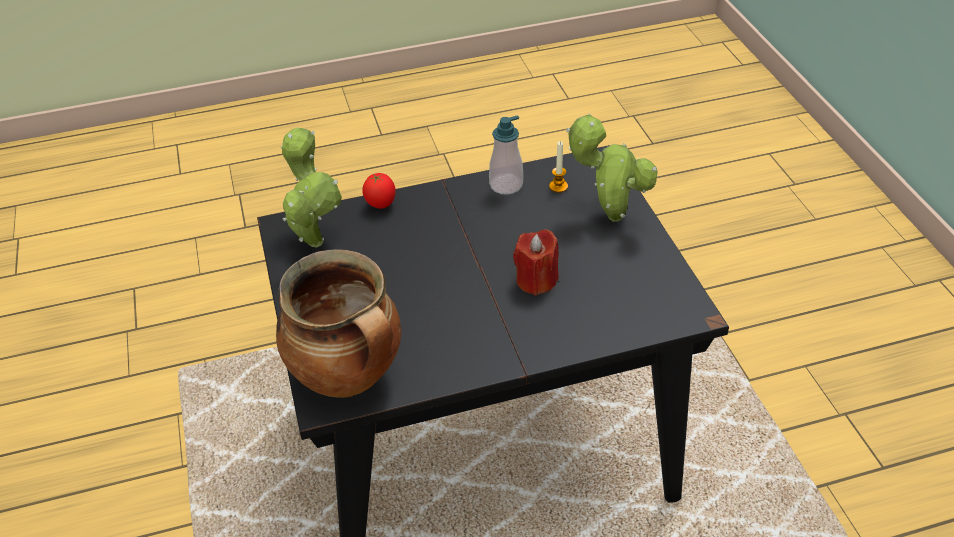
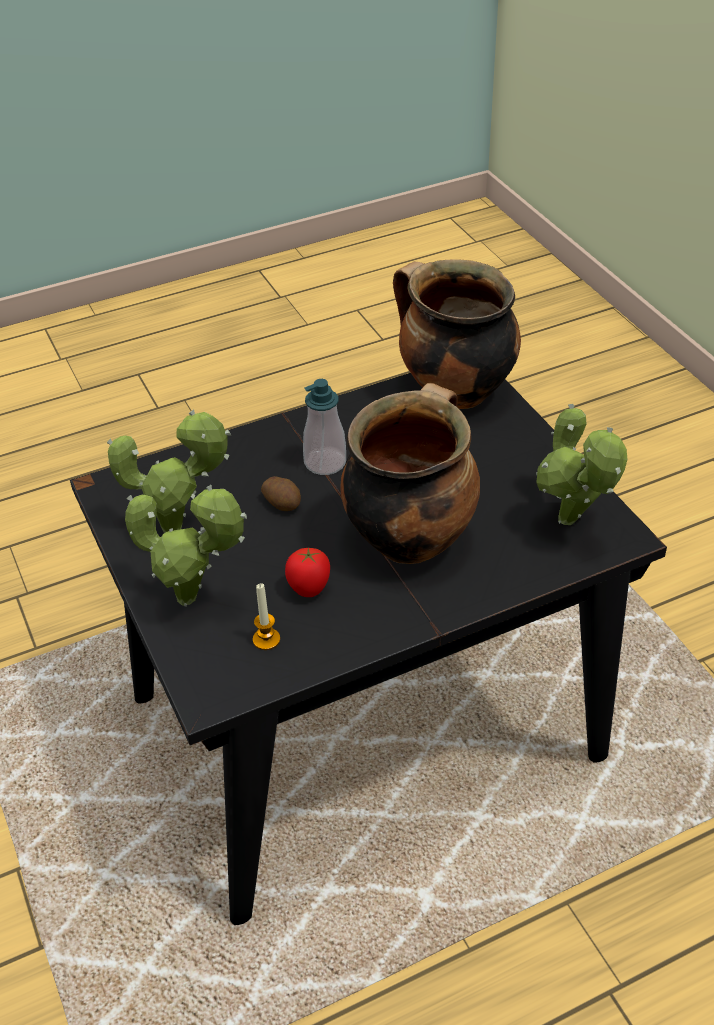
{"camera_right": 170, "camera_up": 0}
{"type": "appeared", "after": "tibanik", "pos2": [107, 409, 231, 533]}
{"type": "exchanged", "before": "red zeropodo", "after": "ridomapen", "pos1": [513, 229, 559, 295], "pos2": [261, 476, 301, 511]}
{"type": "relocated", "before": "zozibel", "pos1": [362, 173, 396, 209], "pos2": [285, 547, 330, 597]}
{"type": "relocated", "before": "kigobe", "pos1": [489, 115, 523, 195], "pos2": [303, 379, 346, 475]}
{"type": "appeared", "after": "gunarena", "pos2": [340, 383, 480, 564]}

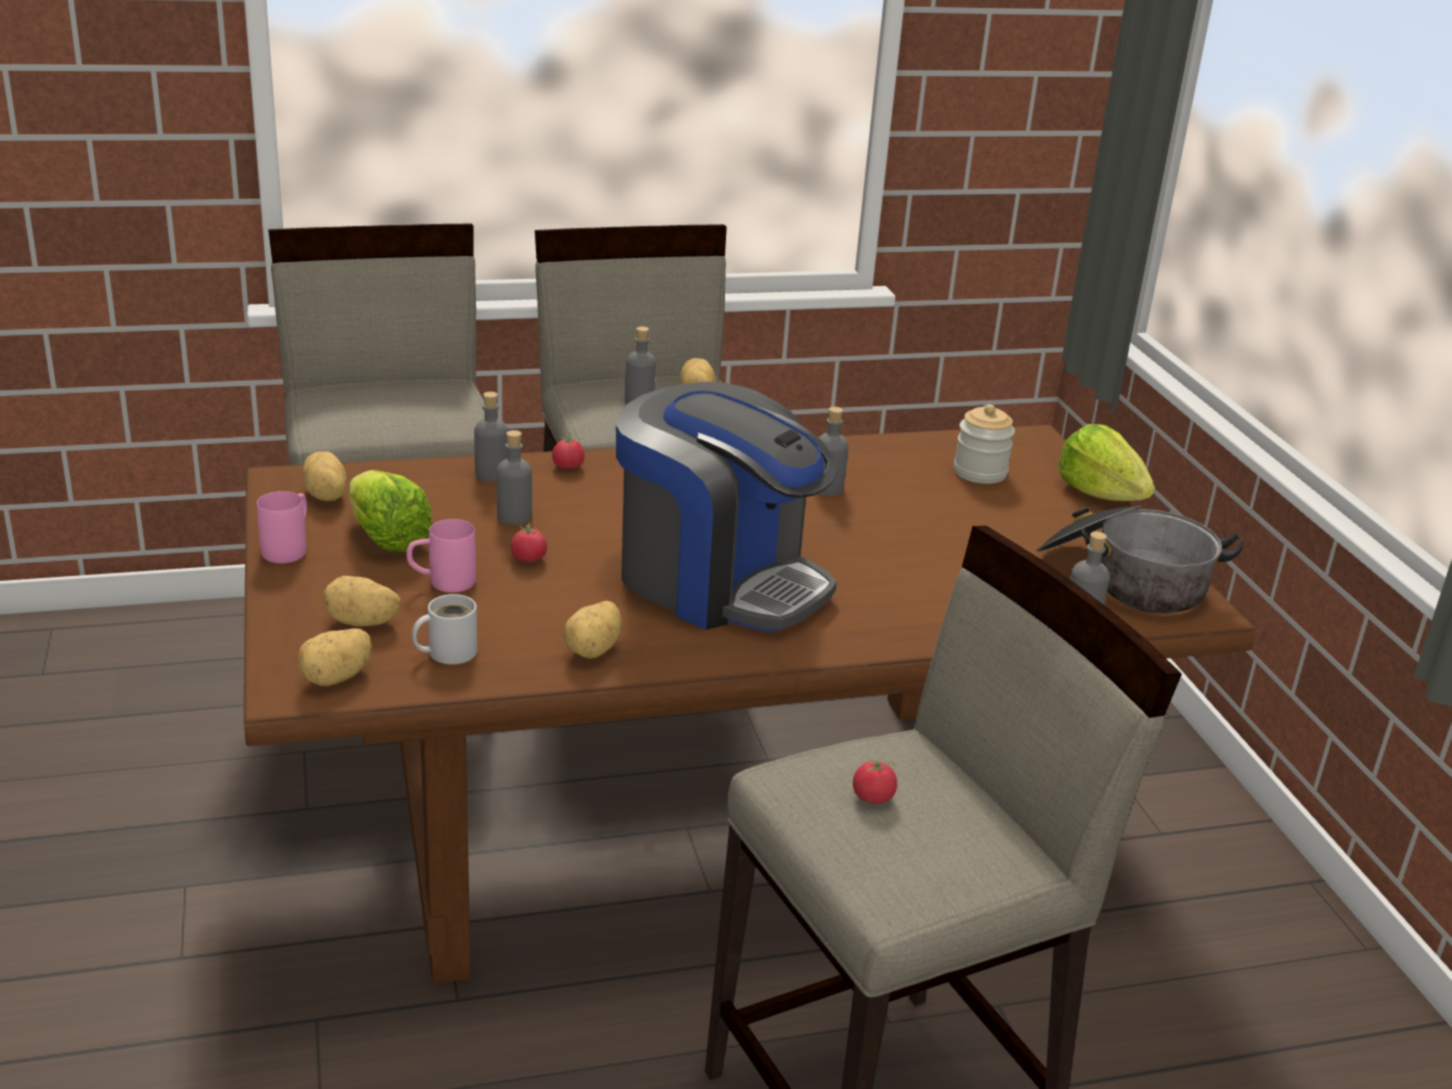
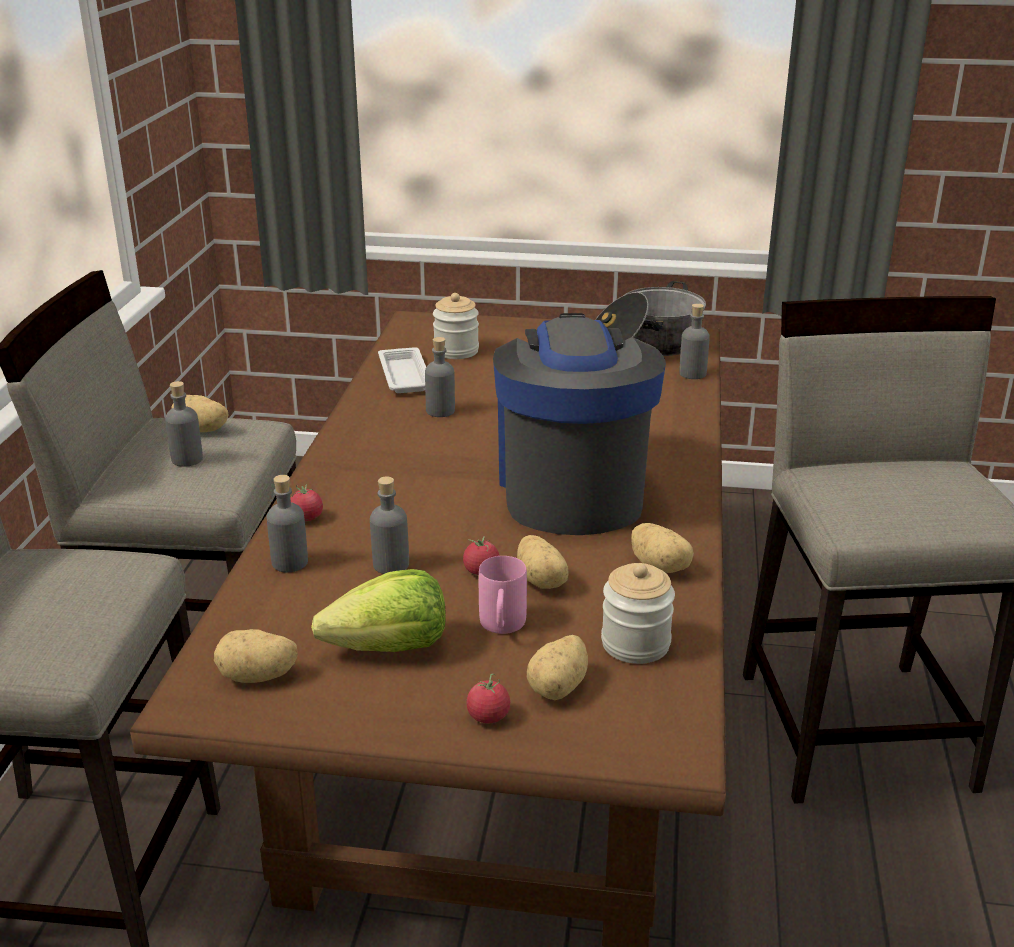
{"camera_right": -65, "camera_up": 0}
{"type": "appeared", "after": "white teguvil", "pos2": [378, 347, 426, 393]}
{"type": "relocated", "before": "zozibel", "pos1": [853, 757, 897, 804], "pos2": [466, 673, 510, 723]}
{"type": "spun", "before": "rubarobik", "pos1": [616, 382, 837, 631], "pos2": [493, 313, 666, 535], "turn": -60}
{"type": "relocated", "before": "ridomapen", "pos1": [298, 628, 372, 686], "pos2": [517, 535, 569, 589]}
{"type": "exchanged", "before": "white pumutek", "after": "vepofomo", "pos1": [412, 594, 477, 664], "pos2": [601, 563, 675, 664]}
{"type": "missing", "before": "pink pumutek", "pos1": [257, 491, 307, 563]}
{"type": "missing", "before": "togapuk", "pos1": [1059, 424, 1155, 501]}

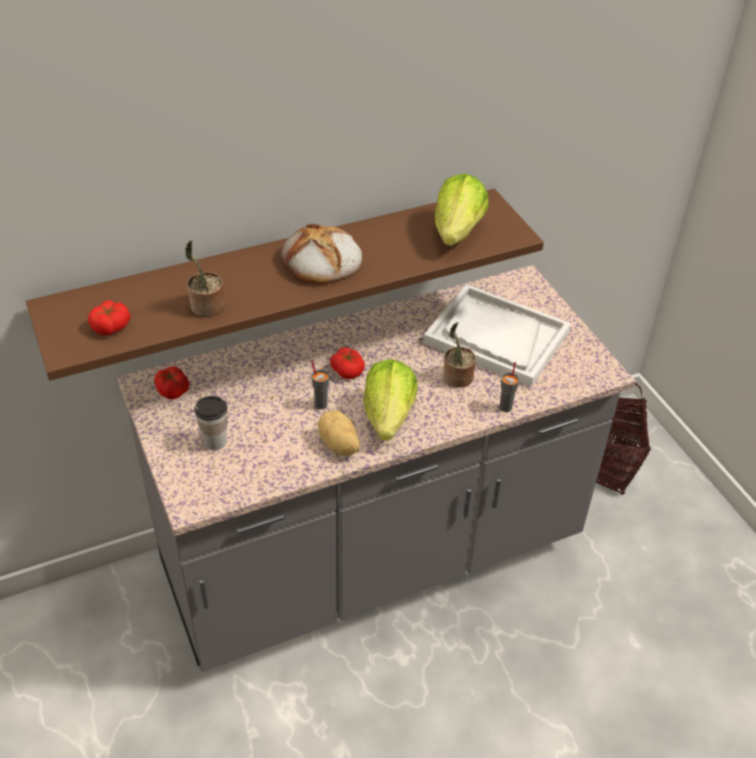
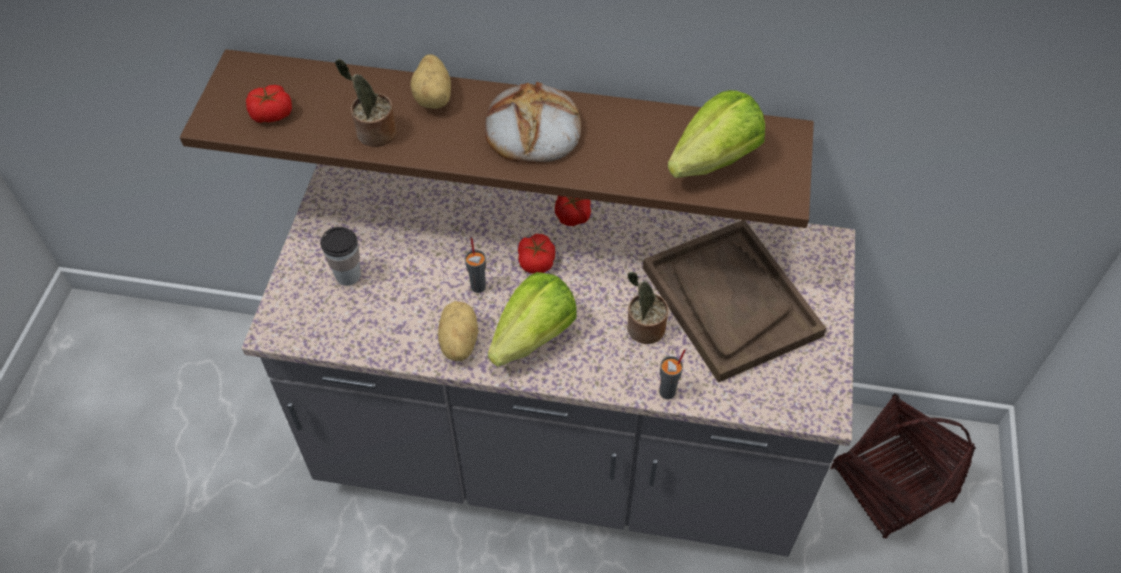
{"camera_right": 35, "camera_up": 10}
{"type": "appeared", "after": "ridomapen", "pos2": [411, 54, 451, 109]}
{"type": "relocated", "before": "zozibel", "pos1": [154, 366, 189, 399], "pos2": [555, 196, 591, 226]}
{"type": "colour", "before": "white teguvil", "after": "brown teguvil", "pos1": [423, 284, 571, 387], "pos2": [643, 220, 826, 383]}

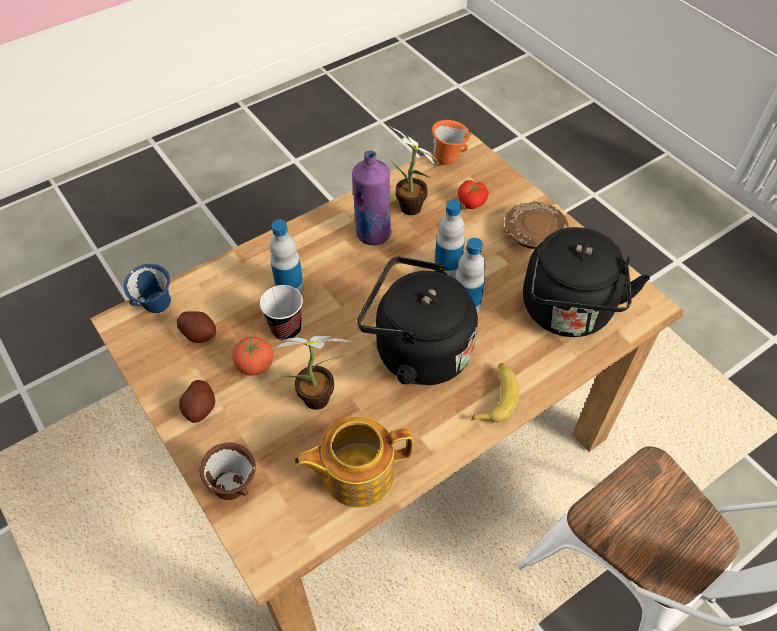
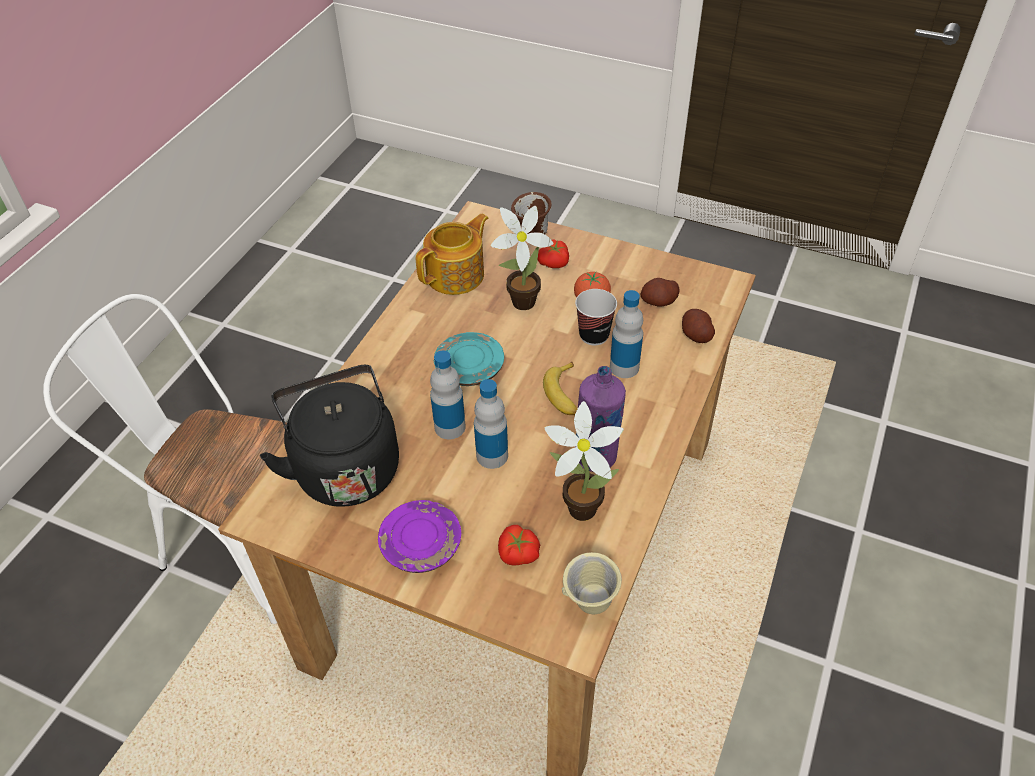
{"camera_right": 150, "camera_up": -5}
{"type": "colour", "before": "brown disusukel", "after": "purple disusukel", "pos1": [505, 202, 569, 249], "pos2": [378, 500, 461, 573]}
{"type": "exchanged", "before": "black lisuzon", "after": "turquoise disusukel", "pos1": [357, 256, 478, 385], "pos2": [434, 332, 504, 386]}
{"type": "appeared", "after": "zozibel", "pos2": [537, 239, 569, 268]}
{"type": "relocated", "before": "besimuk", "pos1": [471, 363, 519, 423], "pos2": [543, 362, 578, 415]}
{"type": "colour", "before": "orange pumutek", "after": "beige pumutek", "pos1": [432, 120, 470, 165], "pos2": [562, 552, 622, 614]}
{"type": "relocated", "before": "ridomapen", "pos1": [179, 380, 215, 423], "pos2": [682, 309, 715, 343]}
{"type": "missing", "before": "blue pumutek", "pos1": [124, 264, 171, 313]}

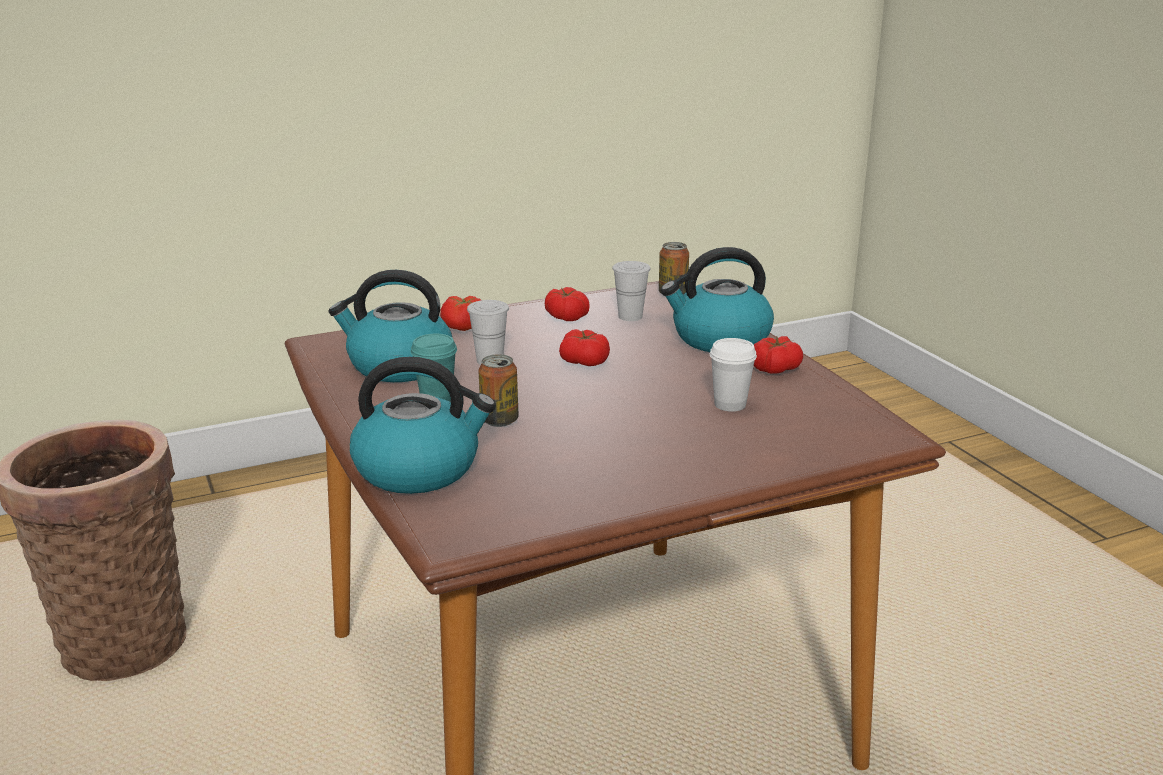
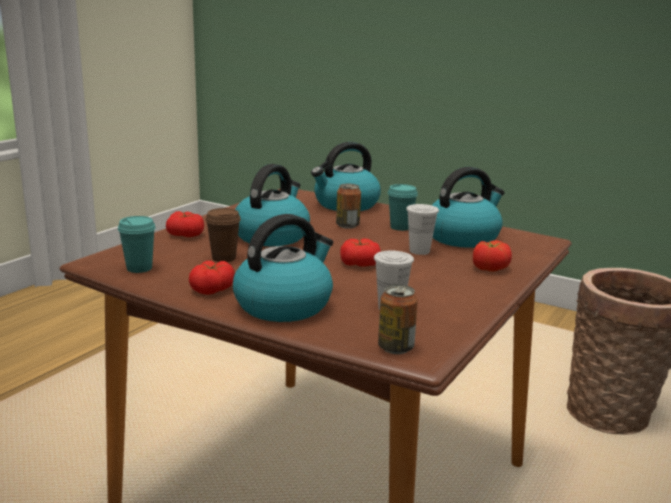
{"camera_right": 145, "camera_up": -5}
{"type": "appeared", "after": "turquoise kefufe", "pos2": [118, 216, 156, 273]}
{"type": "relocated", "before": "zozibel", "pos1": [545, 287, 590, 321], "pos2": [166, 211, 204, 237]}
{"type": "colour", "before": "white kefufe", "after": "brown kefufe", "pos1": [710, 338, 757, 412], "pos2": [205, 208, 241, 262]}
{"type": "appeared", "after": "lisuzon", "pos2": [235, 164, 310, 246]}

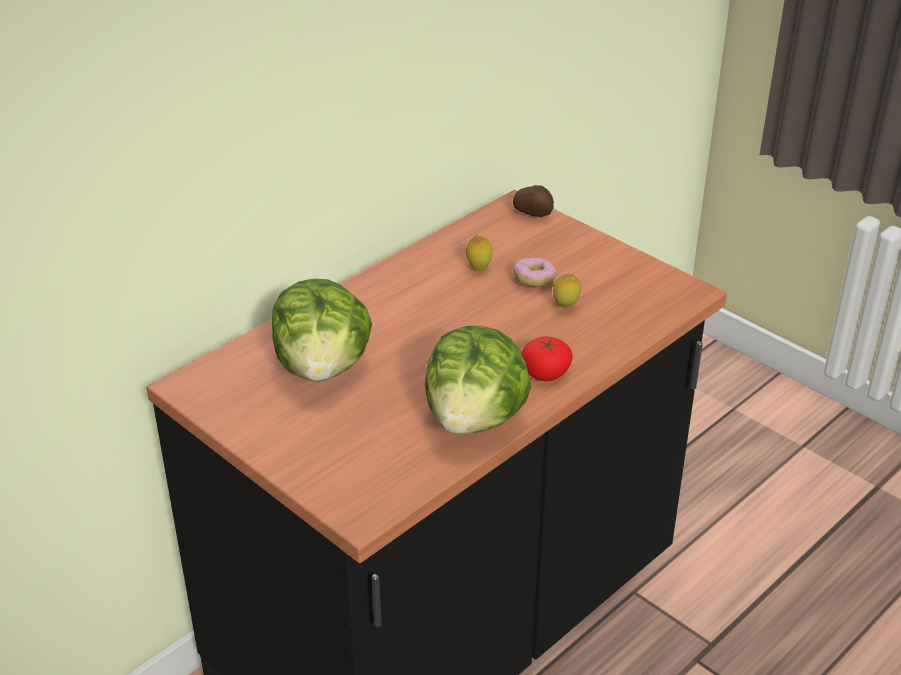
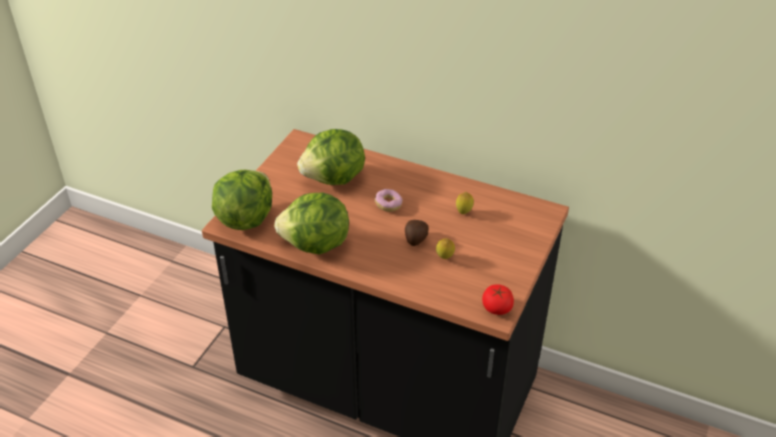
{"camera_right": 70, "camera_up": 5}
{"type": "appeared", "after": "togapuk", "pos2": [212, 170, 272, 230]}
{"type": "relocated", "before": "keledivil", "pos1": [513, 258, 557, 287], "pos2": [375, 189, 403, 212]}
{"type": "relocated", "before": "ridomapen", "pos1": [513, 185, 554, 217], "pos2": [405, 220, 429, 246]}
{"type": "relocated", "before": "zozibel", "pos1": [521, 336, 573, 381], "pos2": [482, 284, 514, 315]}

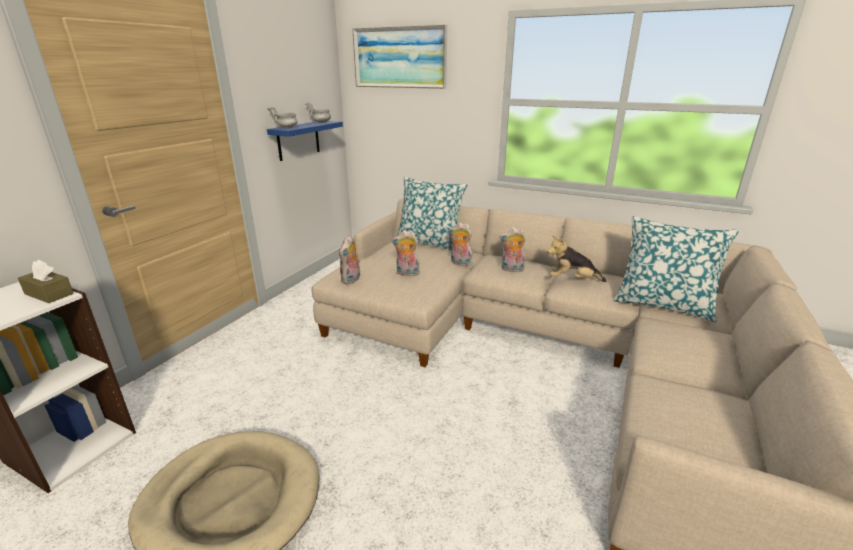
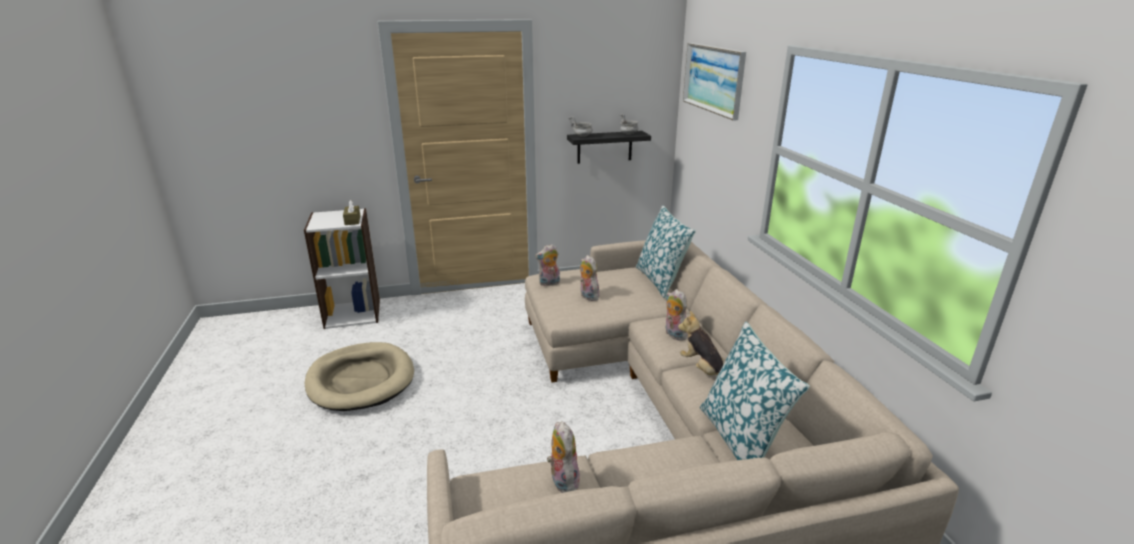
{"camera_right": 50, "camera_up": 0}
{"type": "relocated", "before": "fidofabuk", "pos1": [448, 223, 472, 266], "pos2": [547, 422, 580, 493]}
{"type": "colour", "before": "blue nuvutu", "after": "black nuvutu", "pos1": [267, 121, 343, 161], "pos2": [567, 131, 651, 164]}

